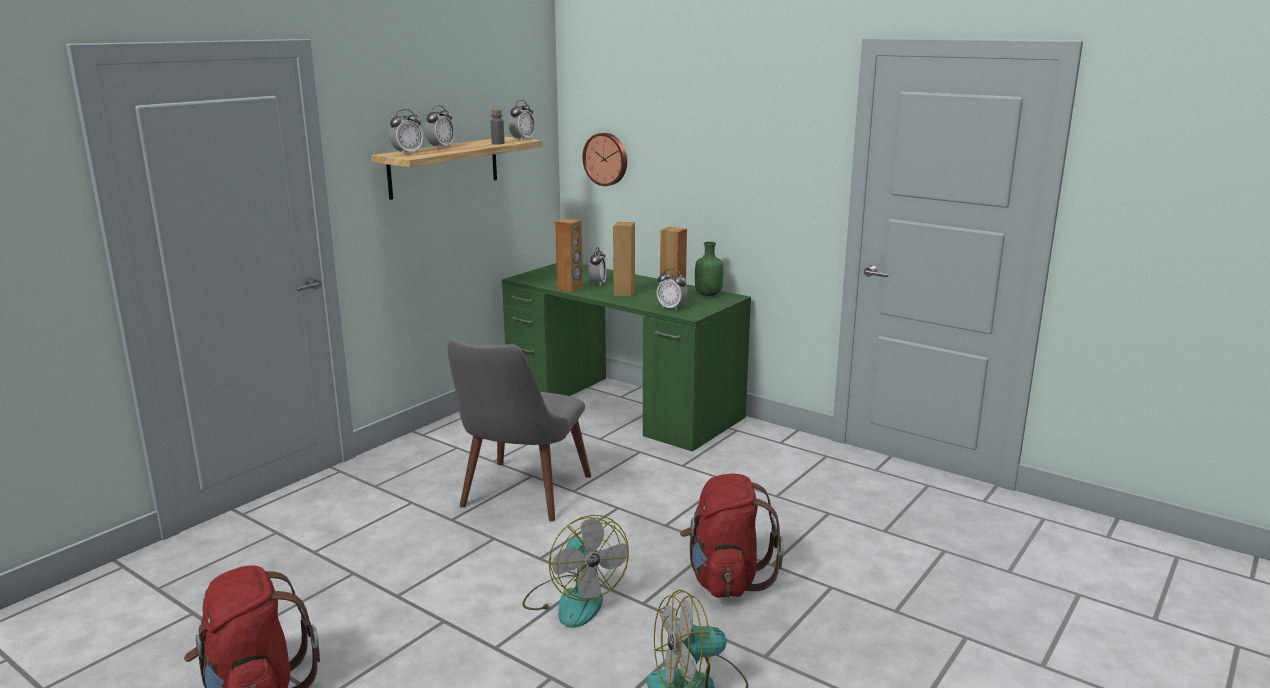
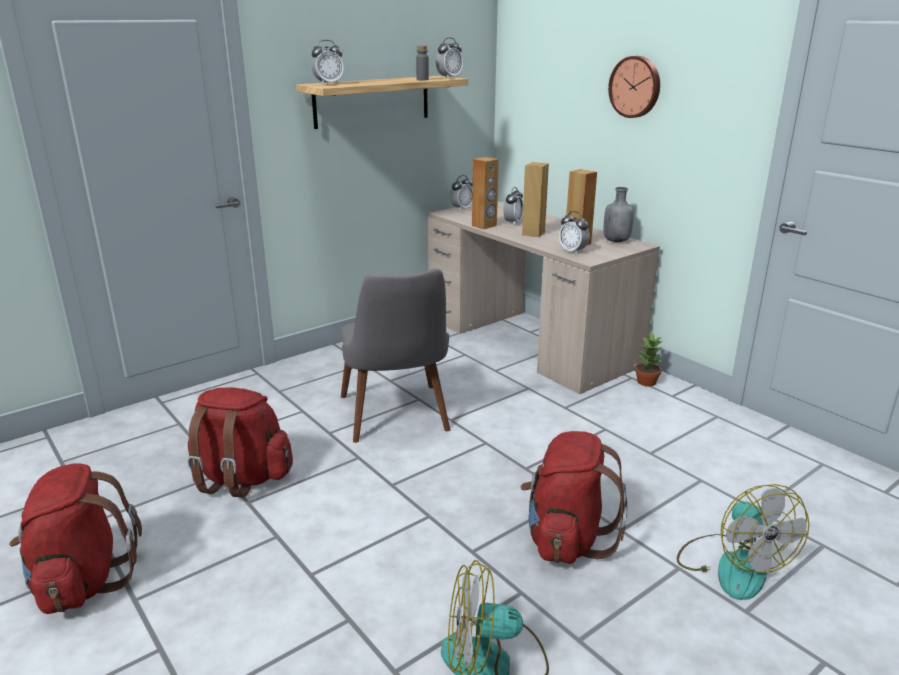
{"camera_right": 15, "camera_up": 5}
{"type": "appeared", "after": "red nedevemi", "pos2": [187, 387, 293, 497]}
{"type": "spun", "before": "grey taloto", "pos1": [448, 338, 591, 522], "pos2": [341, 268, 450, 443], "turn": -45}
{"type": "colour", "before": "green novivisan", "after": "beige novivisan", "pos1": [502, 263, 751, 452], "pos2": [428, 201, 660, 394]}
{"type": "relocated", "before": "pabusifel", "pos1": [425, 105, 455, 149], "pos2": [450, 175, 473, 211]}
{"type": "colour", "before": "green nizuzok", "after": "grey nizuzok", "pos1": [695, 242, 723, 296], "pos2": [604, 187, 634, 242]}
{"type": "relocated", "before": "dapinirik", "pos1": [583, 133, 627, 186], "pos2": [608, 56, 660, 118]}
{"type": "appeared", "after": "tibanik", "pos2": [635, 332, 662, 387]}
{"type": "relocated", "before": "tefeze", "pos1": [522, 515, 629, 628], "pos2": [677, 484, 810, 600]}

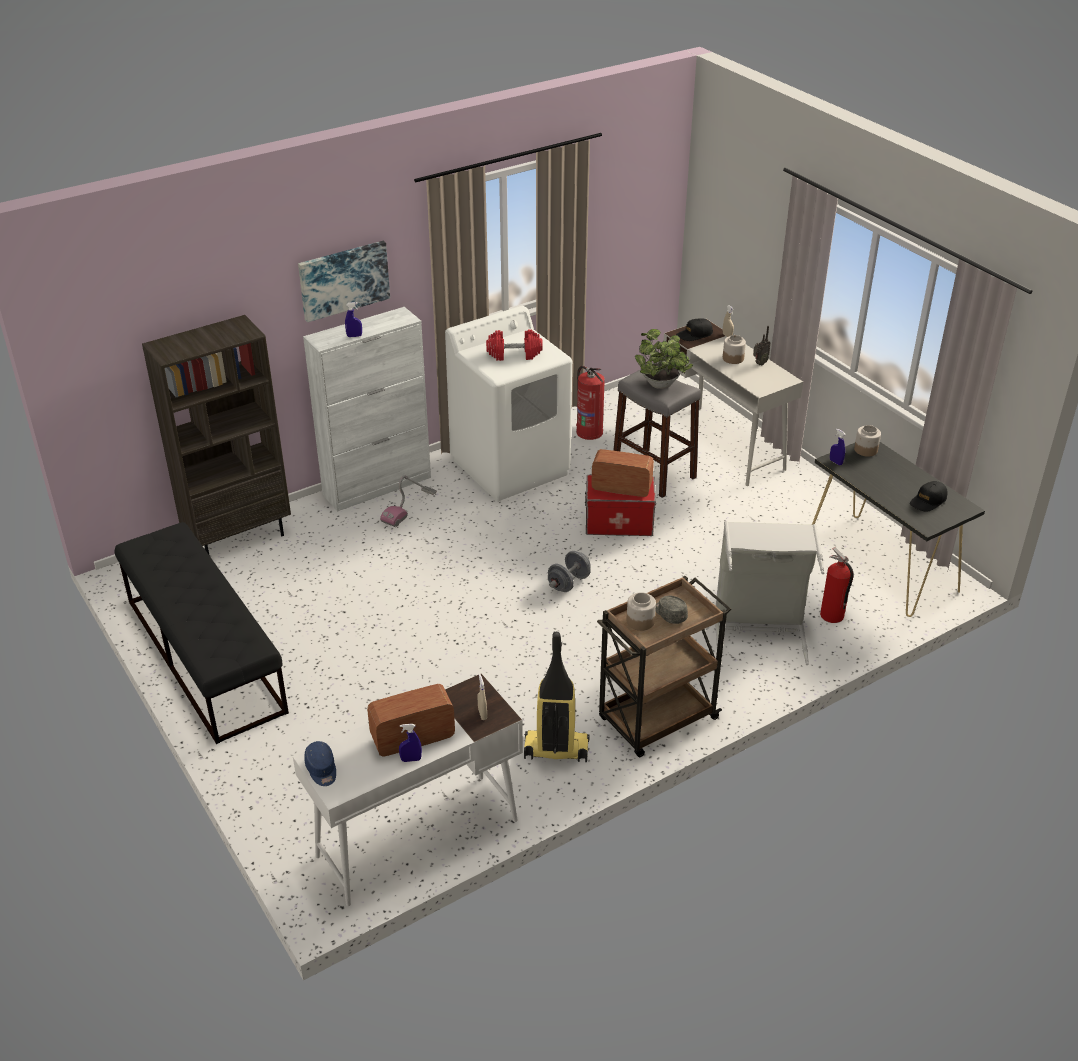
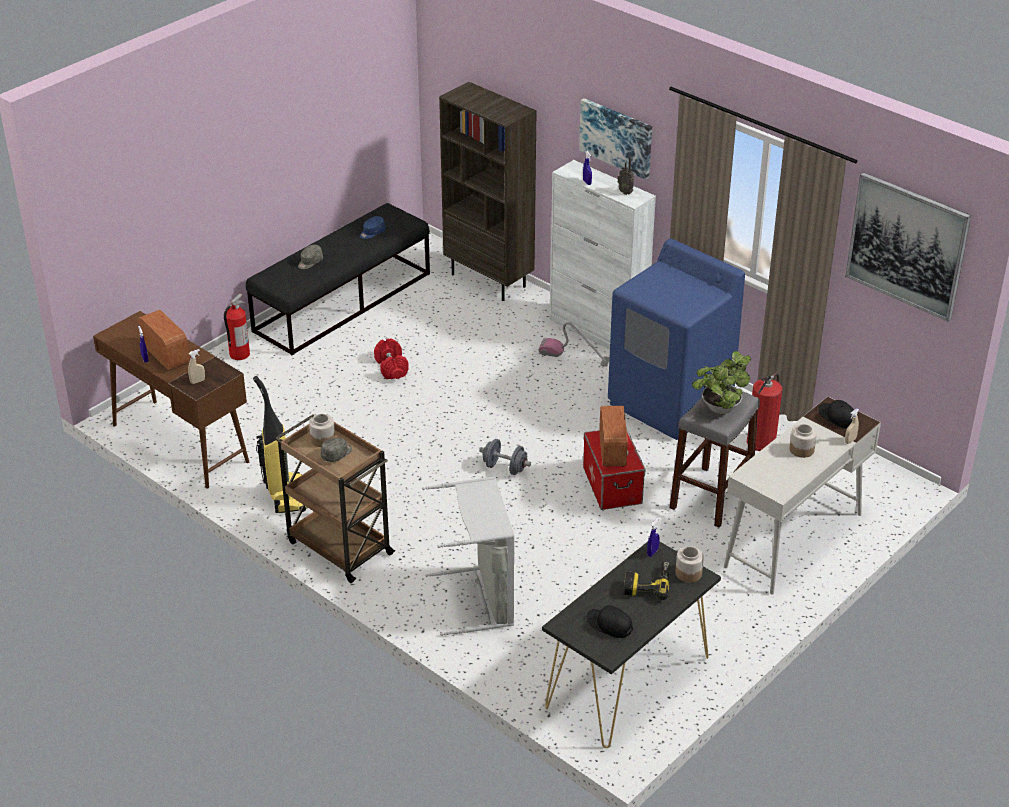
{"camera_right": 75, "camera_up": 0}
{"type": "colour", "before": "white novivisan", "after": "brown novivisan", "pos1": [293, 673, 523, 906], "pos2": [93, 311, 249, 489]}
{"type": "relocated", "before": "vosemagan", "pos1": [820, 547, 854, 623], "pos2": [224, 293, 250, 360]}
{"type": "appeared", "after": "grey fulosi", "pos2": [298, 245, 323, 269]}
{"type": "relocated", "before": "blue fulosi", "pos1": [304, 741, 336, 786], "pos2": [360, 216, 386, 239]}
{"type": "relocated", "before": "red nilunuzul", "pos1": [486, 329, 543, 361], "pos2": [374, 339, 409, 379]}
{"type": "colour", "before": "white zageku", "after": "blue zageku", "pos1": [445, 306, 572, 501], "pos2": [608, 239, 745, 440]}
{"type": "relocated", "before": "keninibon", "pos1": [753, 326, 771, 366], "pos2": [618, 157, 634, 195]}
{"type": "appeared", "after": "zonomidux", "pos2": [624, 562, 669, 600]}
{"type": "appeared", "after": "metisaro", "pos2": [845, 172, 971, 322]}

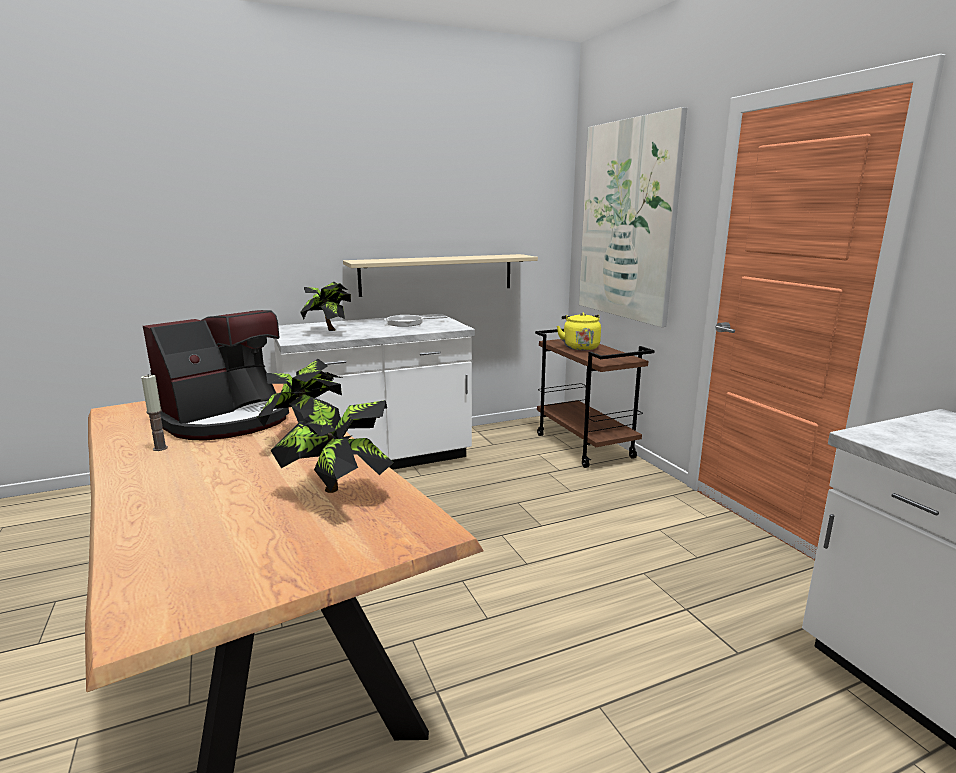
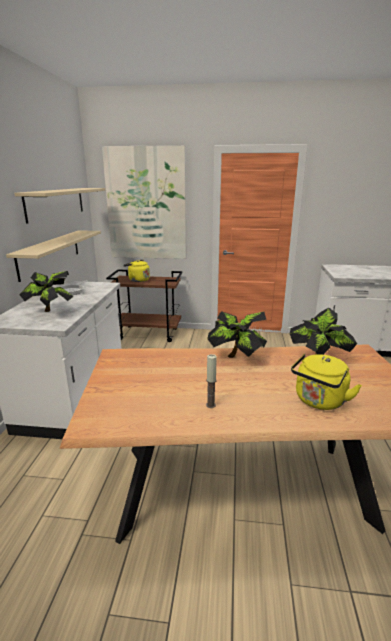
{"camera_right": -60, "camera_up": 5}
{"type": "appeared", "after": "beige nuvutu", "pos2": [14, 188, 105, 224]}
{"type": "appeared", "after": "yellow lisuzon", "pos2": [291, 354, 362, 410]}
{"type": "missing", "before": "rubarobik", "pos1": [143, 310, 289, 441]}

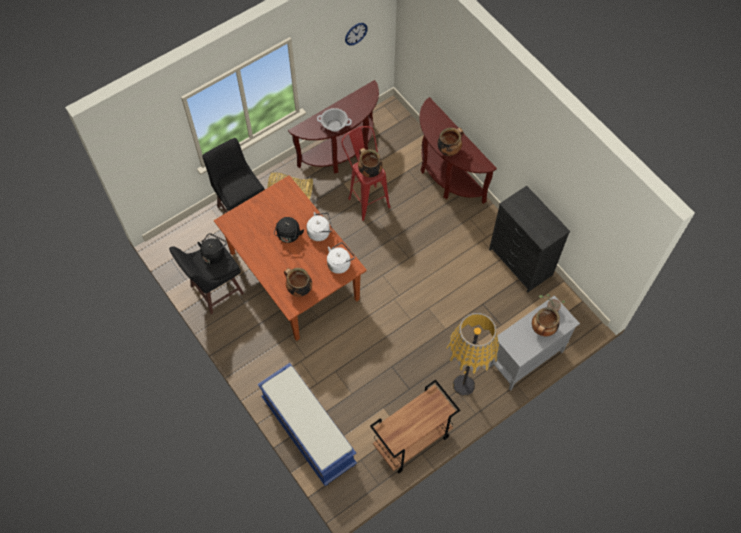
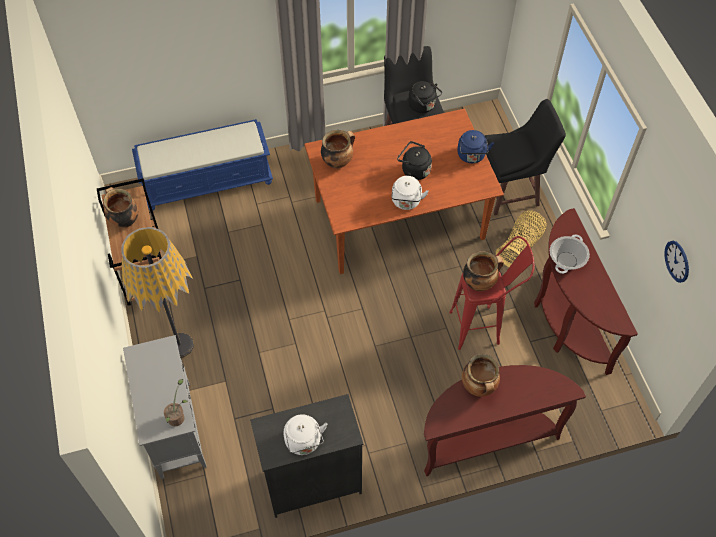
{"camera_right": 110, "camera_up": -5}
{"type": "relocated", "before": "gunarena", "pos1": [532, 307, 560, 336], "pos2": [103, 187, 139, 228]}
{"type": "relocated", "before": "white lisuzon", "pos1": [327, 242, 355, 274], "pos2": [284, 414, 327, 455]}
{"type": "appeared", "after": "blue lisuzon", "pos2": [457, 130, 494, 163]}

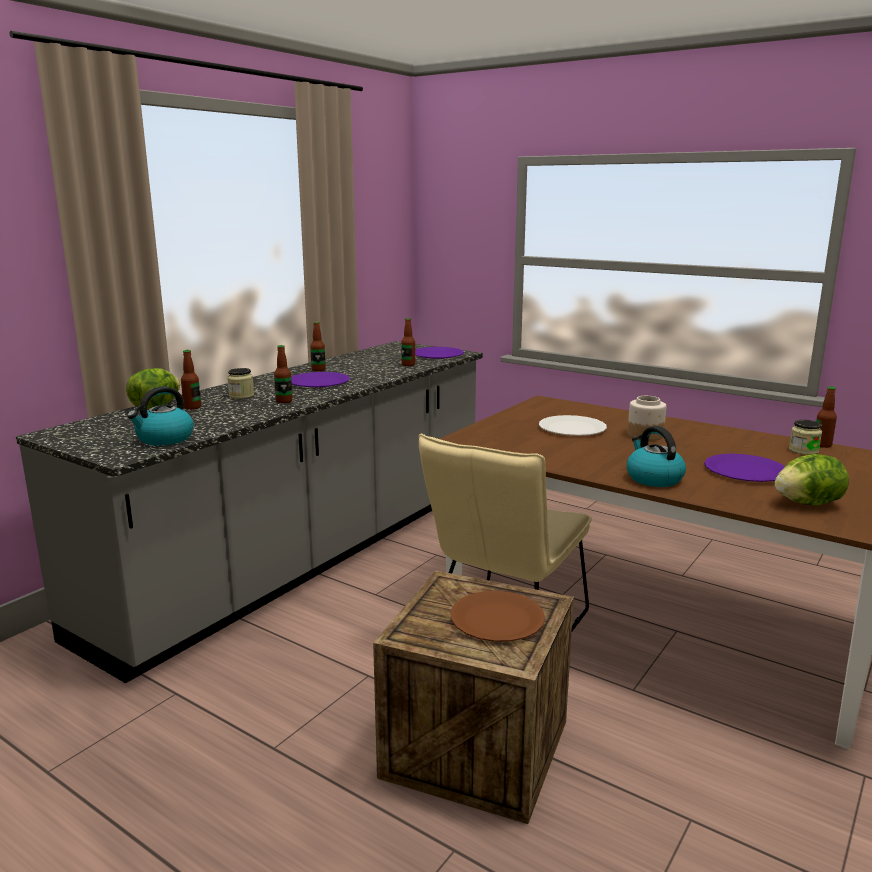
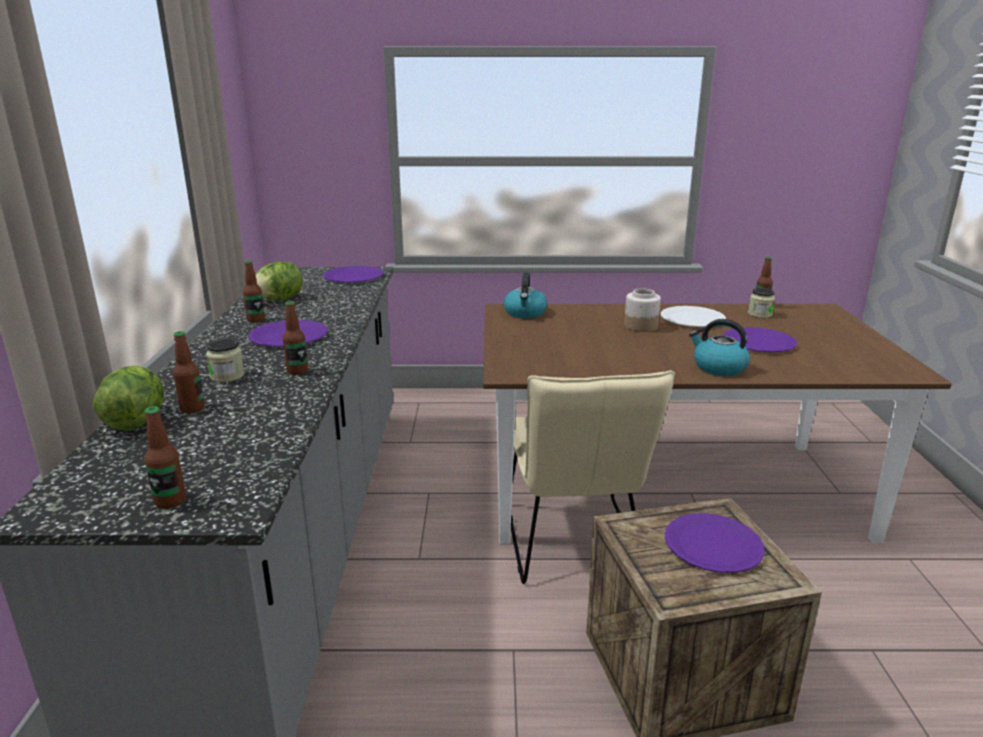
{"camera_right": -35, "camera_up": 5}
{"type": "relocated", "before": "nizuzok", "pos1": [401, 318, 415, 366], "pos2": [144, 406, 186, 509]}
{"type": "relocated", "before": "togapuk", "pos1": [775, 454, 849, 506], "pos2": [256, 262, 303, 300]}
{"type": "relocated", "before": "lisuzon", "pos1": [127, 386, 194, 446], "pos2": [504, 272, 547, 318]}
{"type": "relocated", "before": "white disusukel", "pos1": [539, 415, 607, 436], "pos2": [661, 306, 726, 327]}
{"type": "colour", "before": "brown disusukel", "after": "purple disusukel", "pos1": [450, 591, 545, 642], "pos2": [665, 513, 765, 573]}

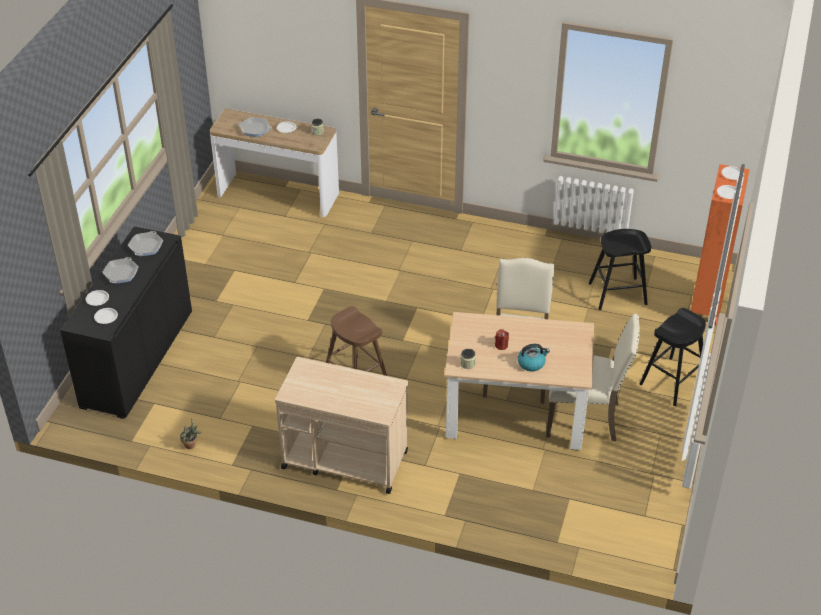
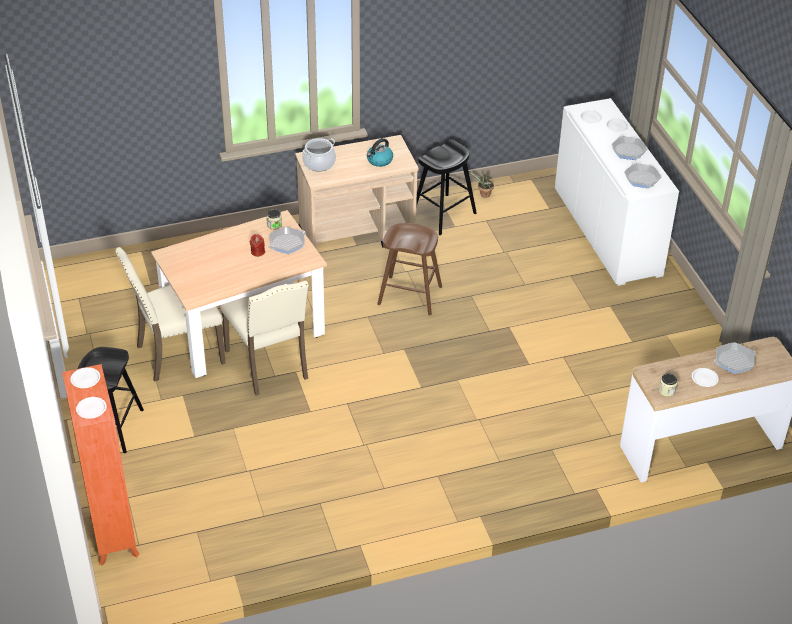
{"camera_right": 145, "camera_up": 0}
{"type": "appeared", "after": "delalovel", "pos2": [268, 227, 306, 254]}
{"type": "appeared", "after": "gunarena", "pos2": [302, 138, 336, 172]}
{"type": "relocated", "before": "lisuzon", "pos1": [518, 344, 550, 371], "pos2": [367, 138, 393, 167]}
{"type": "relocated", "before": "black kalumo", "pos1": [588, 229, 651, 310], "pos2": [416, 140, 477, 235]}
{"type": "colour", "before": "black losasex", "after": "white losasex", "pos1": [60, 226, 192, 419], "pos2": [555, 98, 679, 286]}

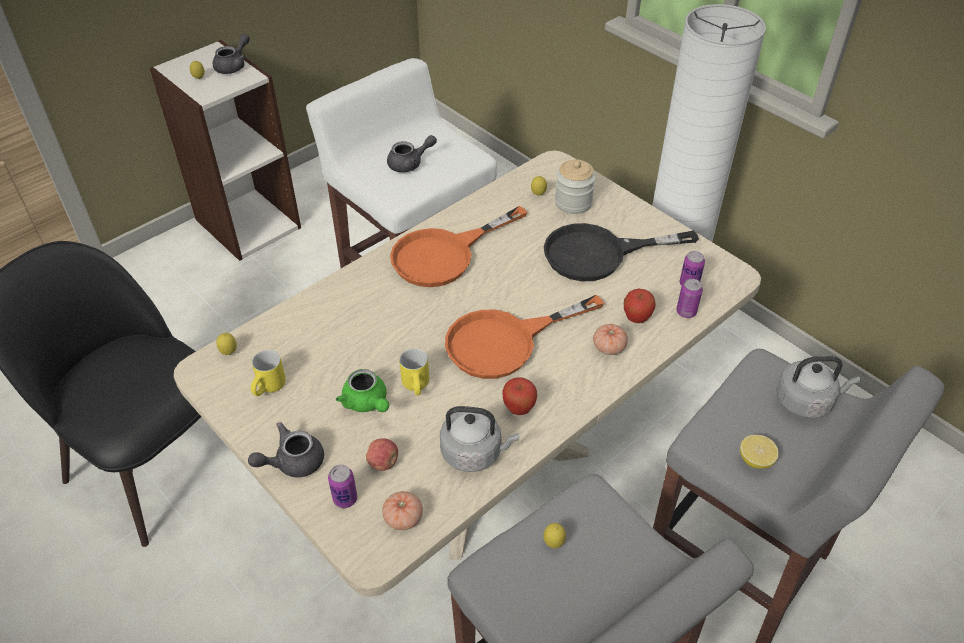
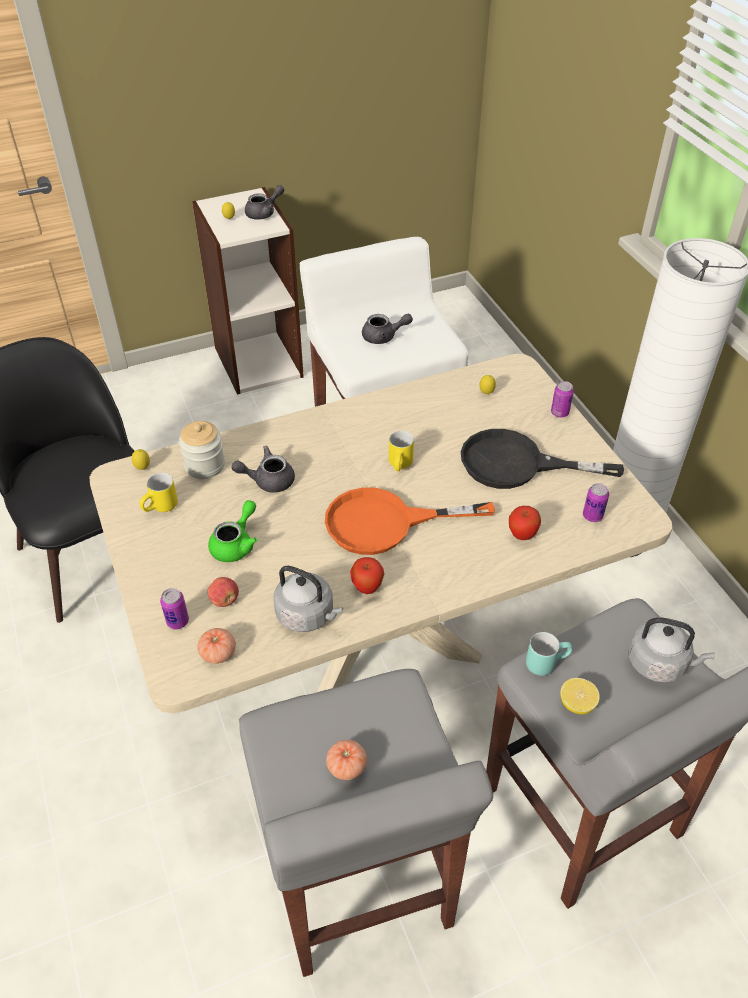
{"camera_right": 20, "camera_up": 0}
{"type": "relocated", "before": "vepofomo", "pos1": [555, 160, 596, 214], "pos2": [179, 421, 225, 479]}
{"type": "spun", "before": "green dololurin", "pos1": [336, 369, 389, 412], "pos2": [208, 500, 258, 562], "turn": -135}
{"type": "relocated", "before": "grey dololurin", "pos1": [248, 422, 324, 477], "pos2": [231, 446, 295, 493]}
{"type": "relocated", "before": "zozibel", "pos1": [593, 324, 628, 355], "pos2": [326, 740, 367, 780]}
{"type": "relocated", "before": "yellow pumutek", "pos1": [400, 349, 429, 396], "pos2": [389, 431, 414, 471]}
{"type": "appeared", "after": "turquoise pumutek", "pos2": [526, 632, 573, 676]}
{"type": "relocated", "before": "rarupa", "pos1": [676, 279, 703, 318], "pos2": [551, 381, 574, 418]}
{"type": "missing", "before": "orange delalovel", "pos1": [390, 206, 527, 287]}
{"type": "missing", "before": "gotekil", "pos1": [544, 523, 566, 548]}

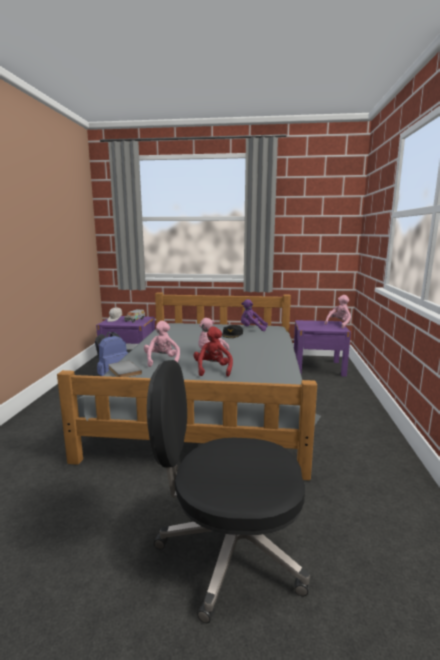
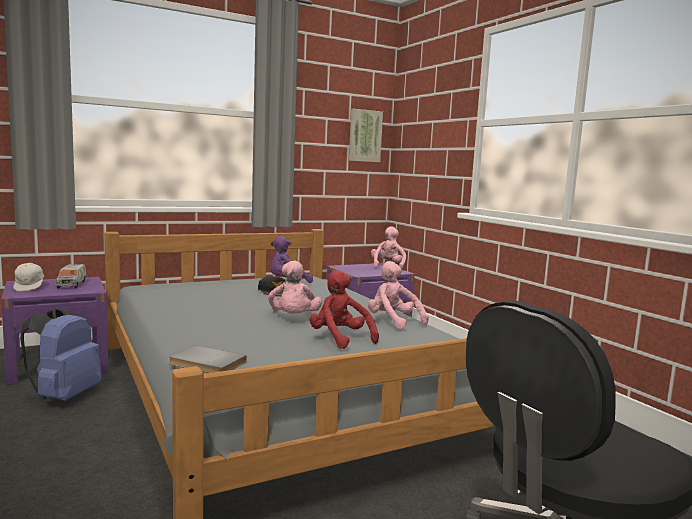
{"camera_right": -35, "camera_up": -5}
{"type": "appeared", "after": "metisaro", "pos2": [349, 109, 383, 162]}
{"type": "relocated", "before": "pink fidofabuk", "pos1": [144, 321, 180, 367], "pos2": [368, 261, 429, 330]}

